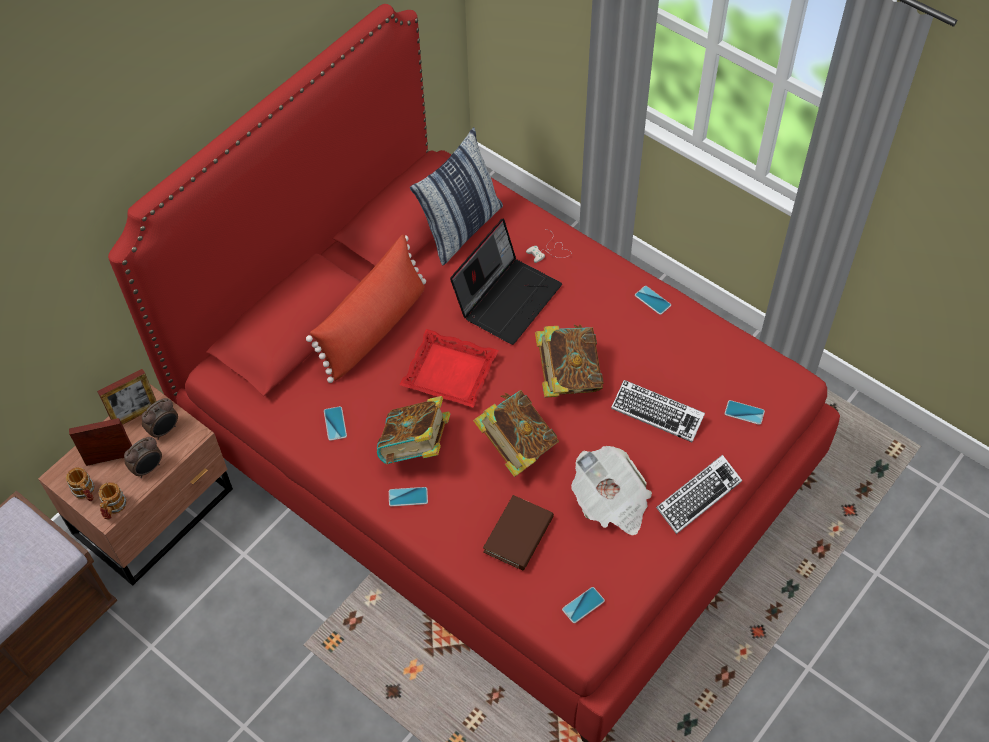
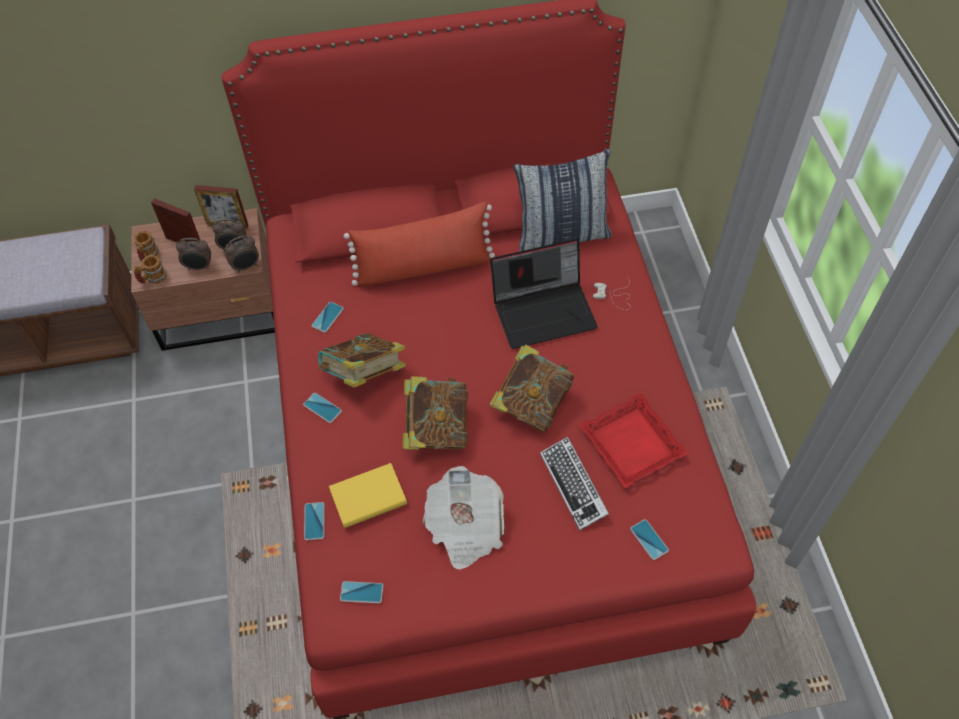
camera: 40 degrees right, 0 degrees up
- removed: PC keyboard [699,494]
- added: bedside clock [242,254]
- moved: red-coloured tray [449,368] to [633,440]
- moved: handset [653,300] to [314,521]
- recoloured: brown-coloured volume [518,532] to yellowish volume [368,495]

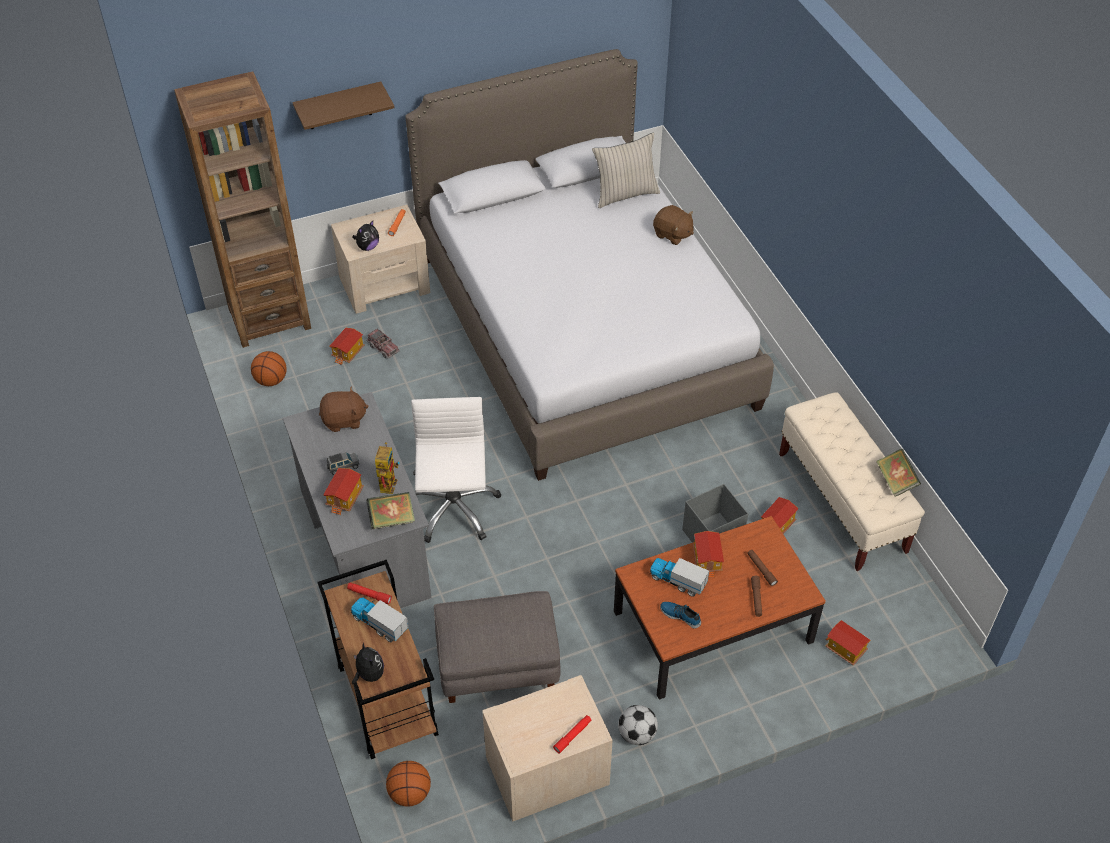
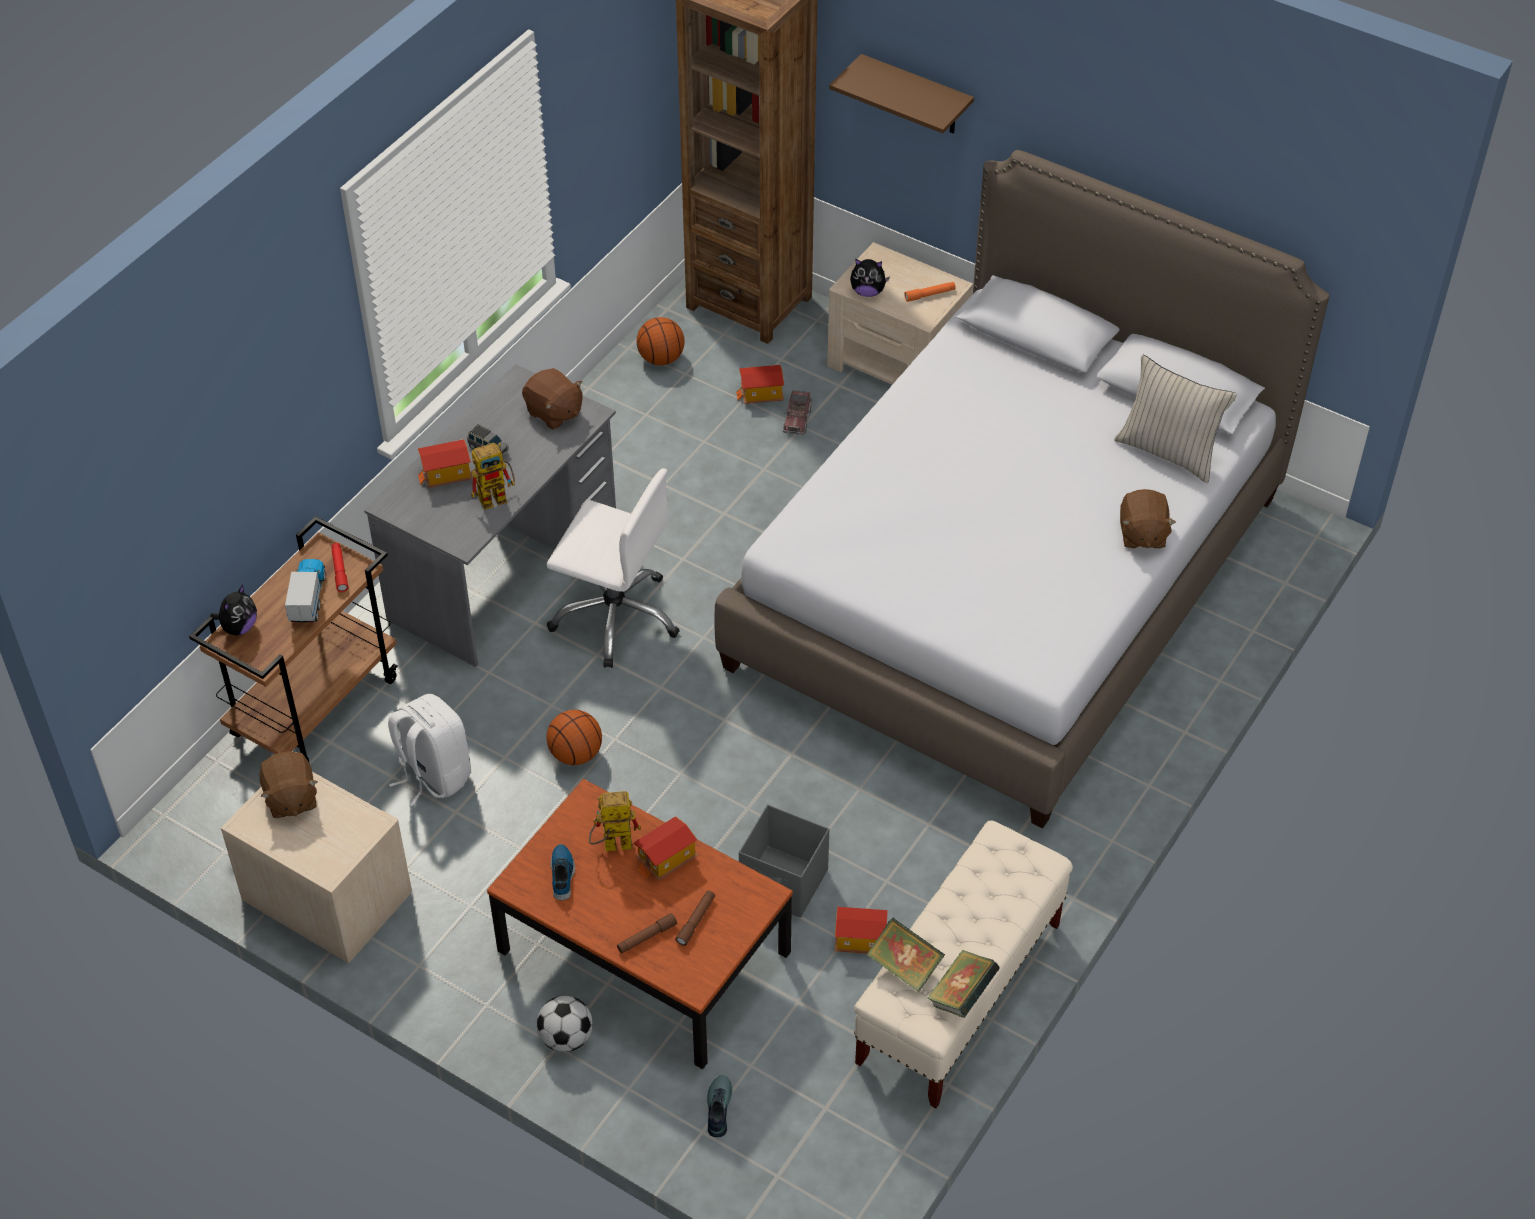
camera: 55 degrees right, 0 degrees up
- removed: red-coloured hand torch [572,734]
- added: brown-coloured cuddly toy [288,784]
- moved: volume [390,510] to [906,955]
- moved: basketball [408,783] to [574,737]
- moved: ball for football [638,725] to [564,1024]
- replaced: grey pouffe [497,647] to whitish backpack [429,750]
- replaced: toy truck [679,577] to model robot [615,821]
- replaced: model house [848,642] to item of footwear [720,1106]
- turned: whitish desk chair [456,470] = [613,568] 60 degrees clockwise

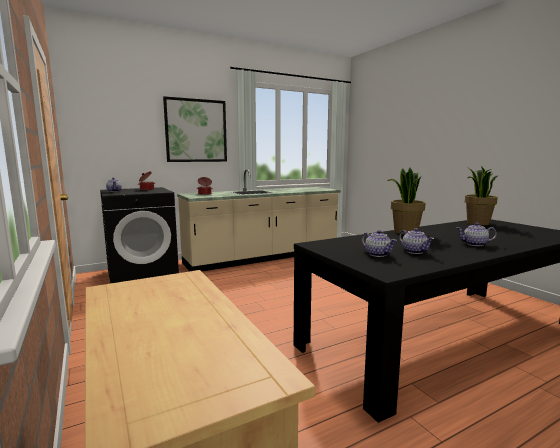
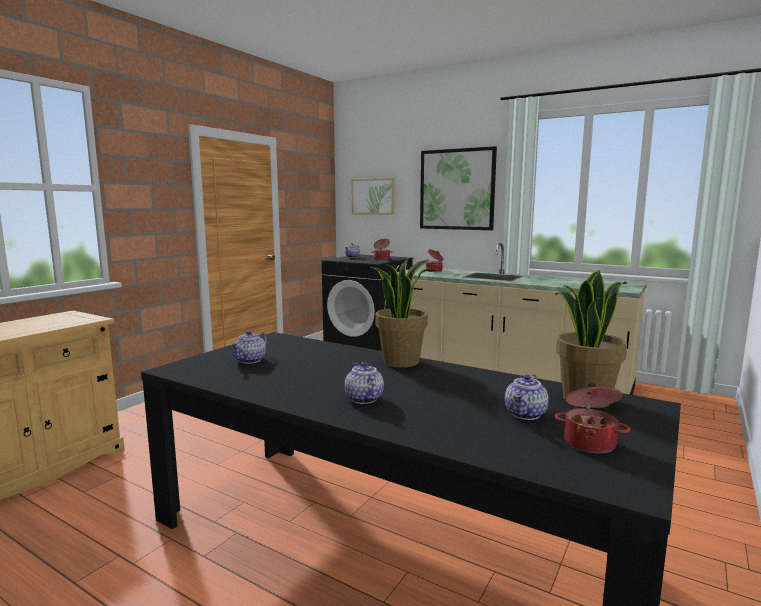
camera: 60 degrees right, 0 degrees up
- added: picture [373,196]
- added: cooking pot [592,418]
- moved: pot for tea [416,241] to [527,397]

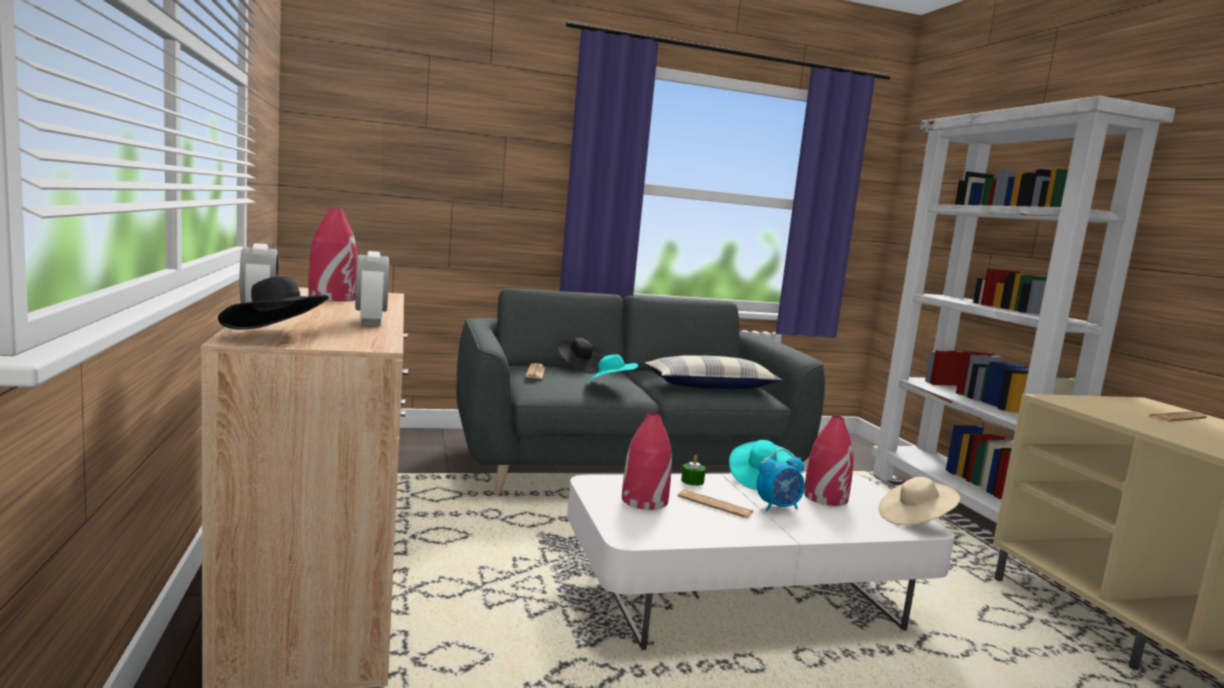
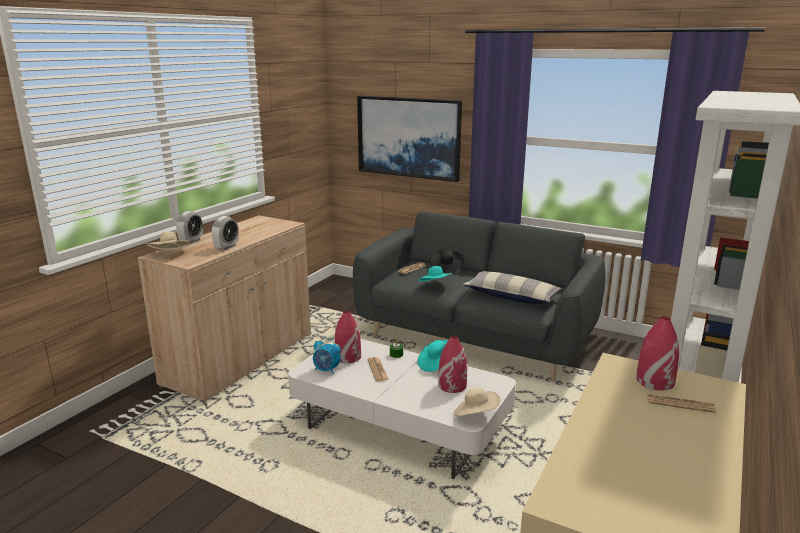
camera: 45 degrees right, 10 degrees up
- added: picture [409,139]
- moved: red-coloured vase [333,254] to [657,353]
- moved: bedside clock [780,480] to [327,356]
- recoloured: blackish hat [273,303] to sand-coloured hat [168,240]

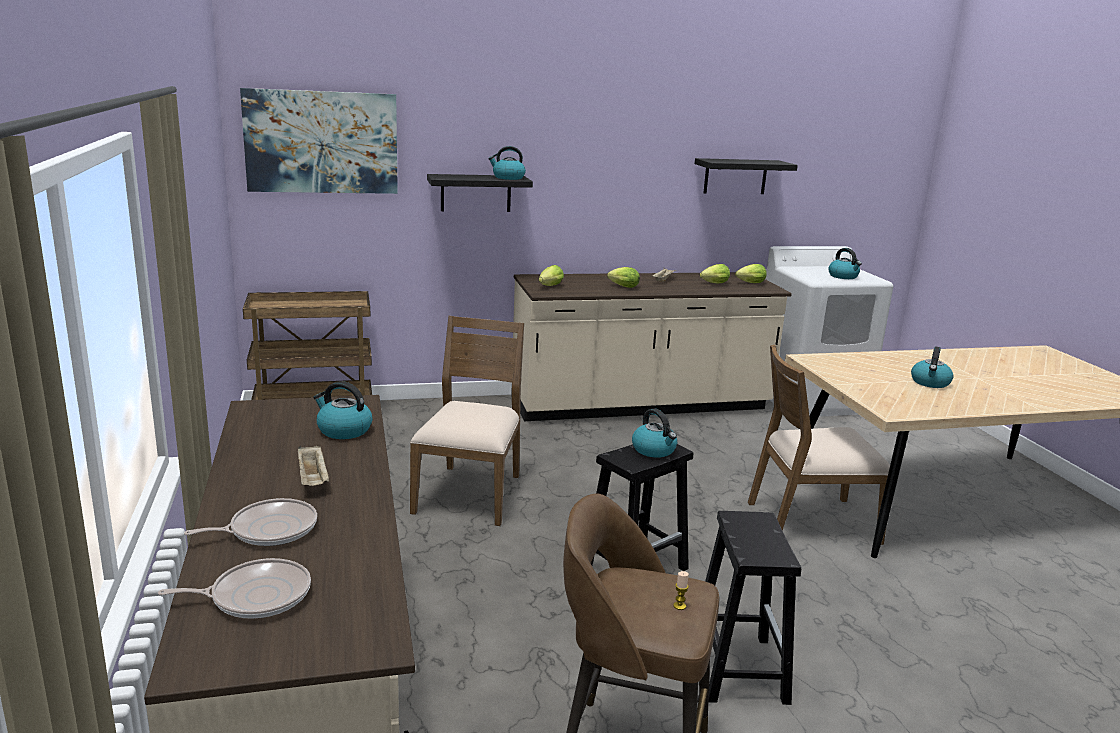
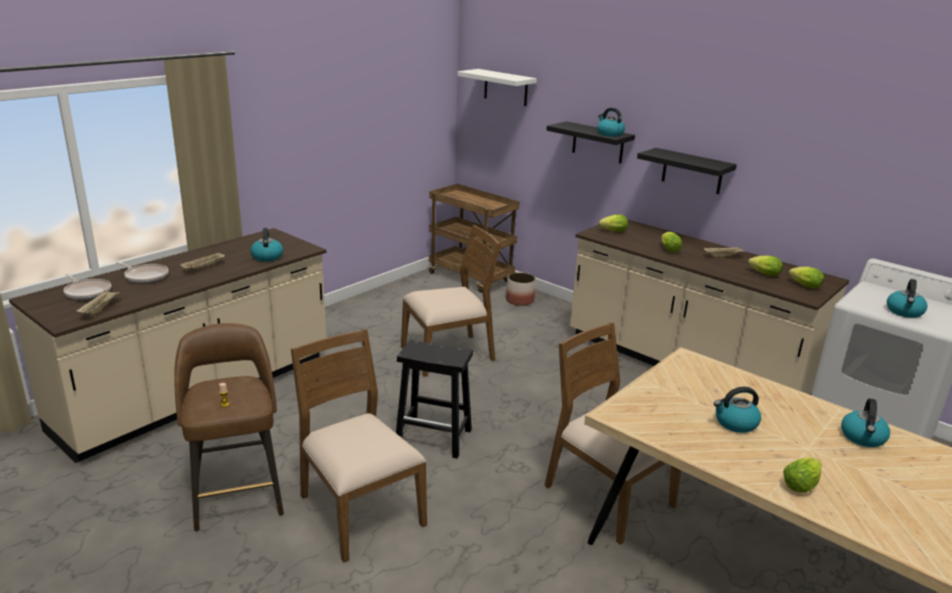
camera: 55 degrees right, 5 degrees up
- added: sand-coloured tray [98,302]
- added: planter [521,289]
- added: lettuce [802,475]
- moved: water kettle [654,433] to [865,422]
- moved: blackish bracket shelf [746,176] to [687,171]
- replaced: picture [319,141] to whitish bracket shelf [497,87]
- replaced: blackish stool seat [753,608] to brown-coloured chair [359,445]

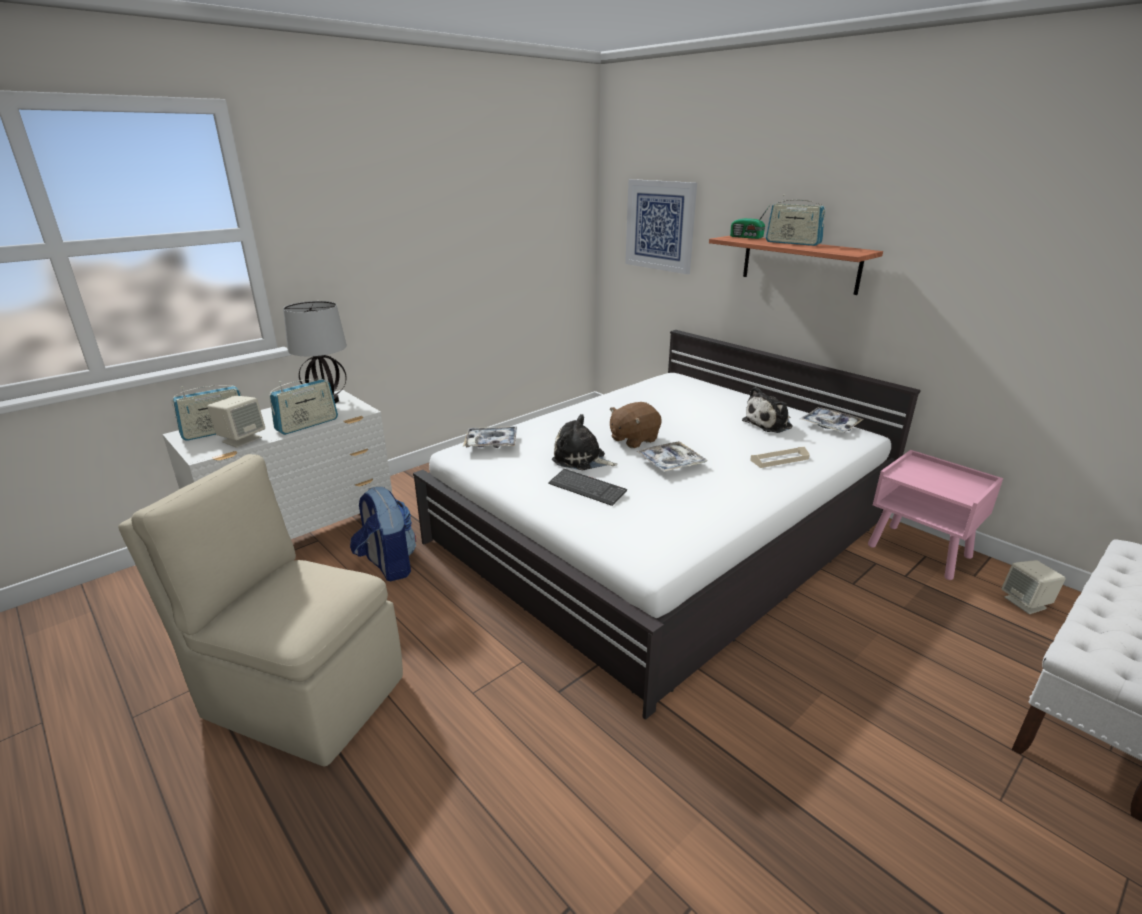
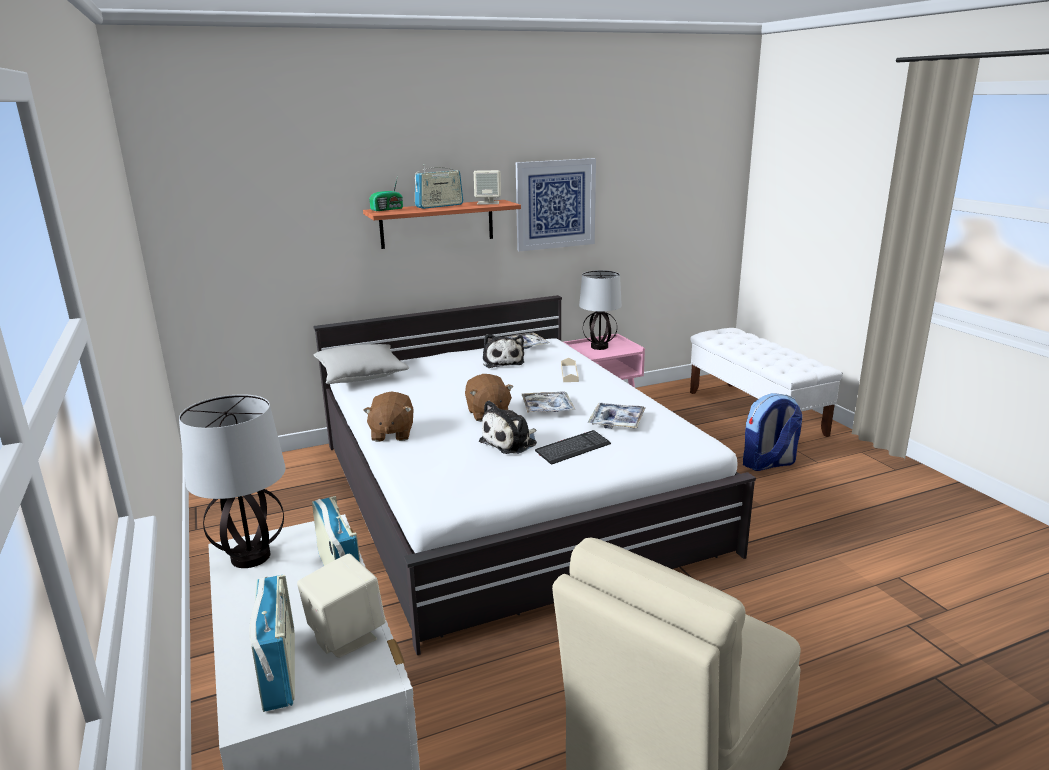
camera: 70 degrees left, 5 degrees down
- added: grey throw pillow [361,364]
- added: brown-coloured cuddly toy [388,416]
- added: table lamp [600,310]
- moved: backpack [383,534] to [772,432]
- moved: tray [490,437] to [617,416]
- moved: picture [661,226] to [556,204]
- moved: sand-coloured audio speaker [1034,587] to [487,187]

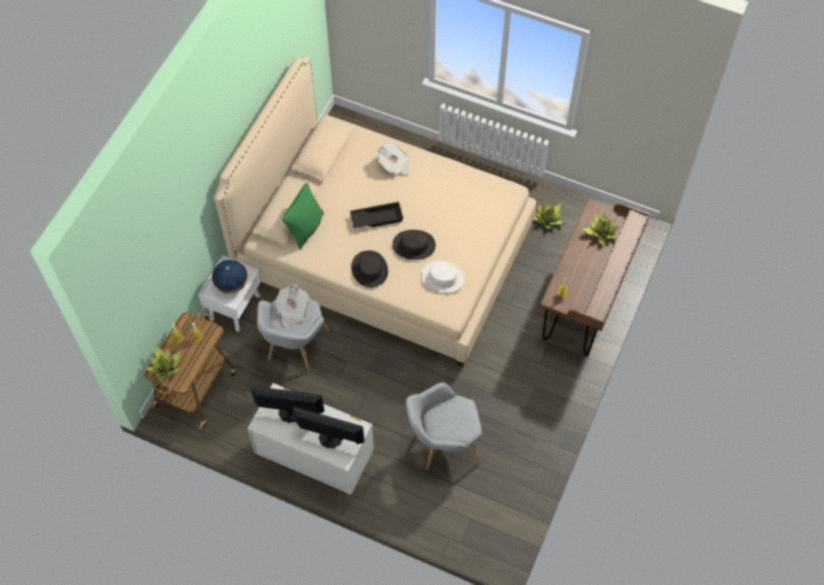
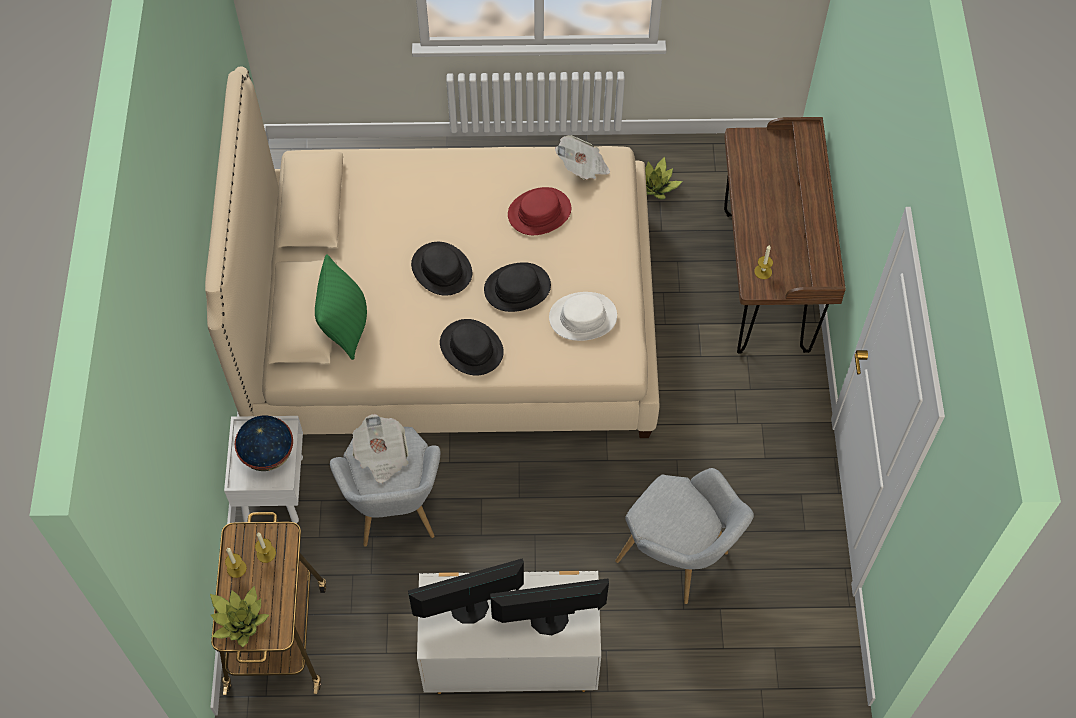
camera: 25 degrees left, 0 degrees up
- removed: houseplant [600,228]
- added: red-coloured hat [539,211]
- moved: printed paper [393,158] to [582,157]
- replaced: blackish tray [376,215] to blackish hat [441,269]
- turned: grey easy chair [444,426] = [684,536] 105 degrees counterclockwise

